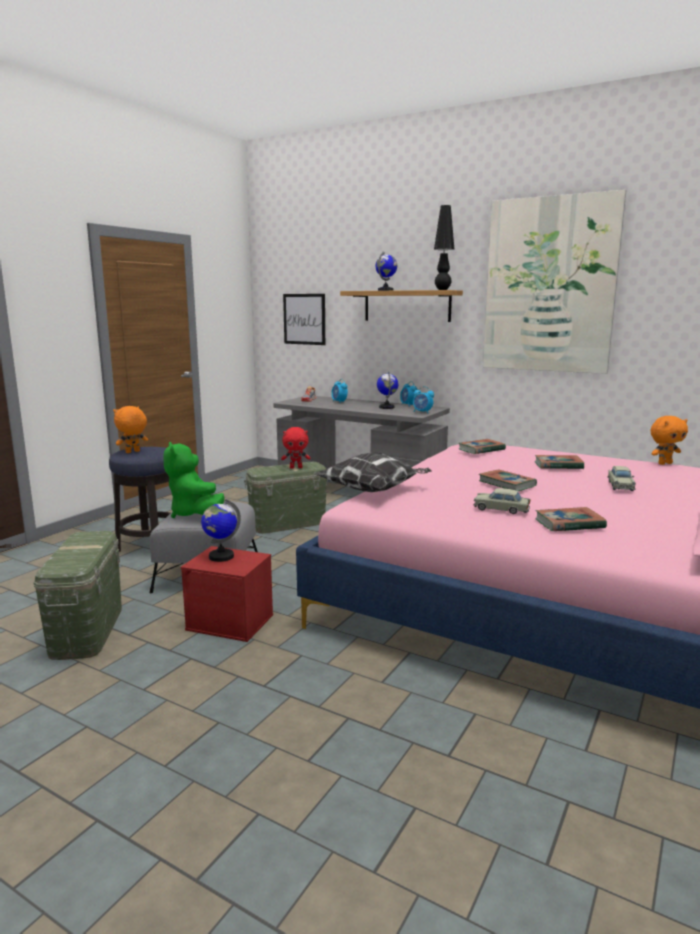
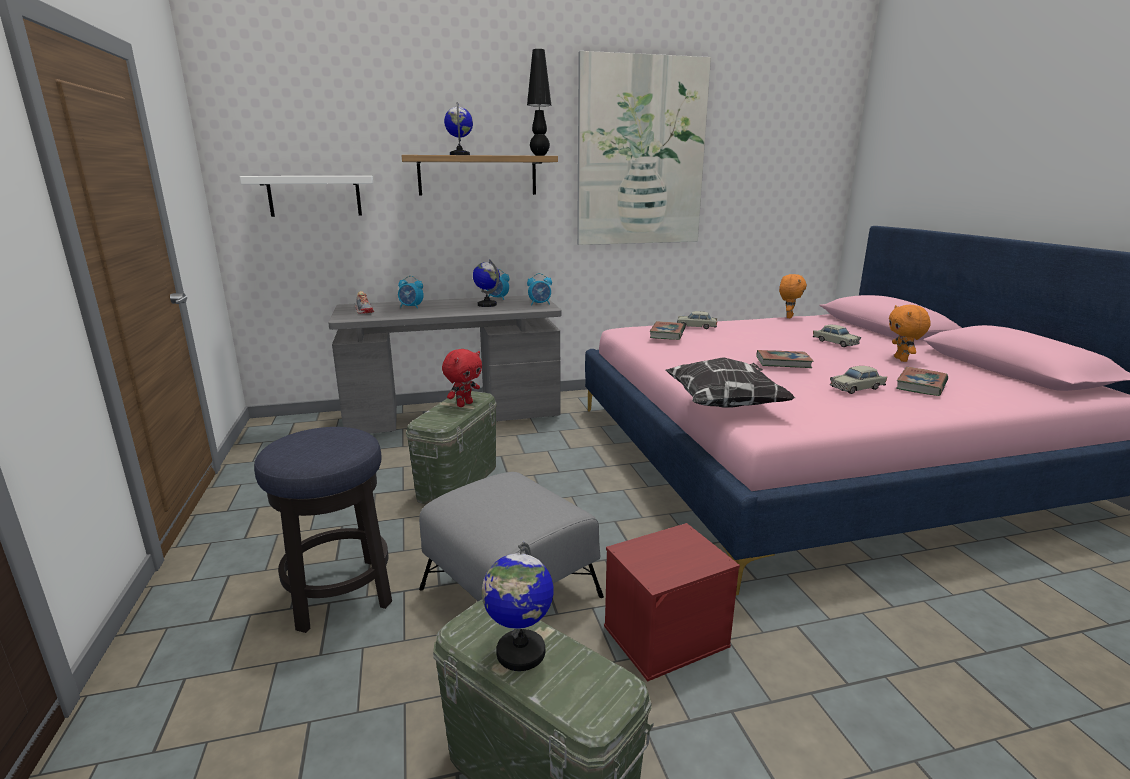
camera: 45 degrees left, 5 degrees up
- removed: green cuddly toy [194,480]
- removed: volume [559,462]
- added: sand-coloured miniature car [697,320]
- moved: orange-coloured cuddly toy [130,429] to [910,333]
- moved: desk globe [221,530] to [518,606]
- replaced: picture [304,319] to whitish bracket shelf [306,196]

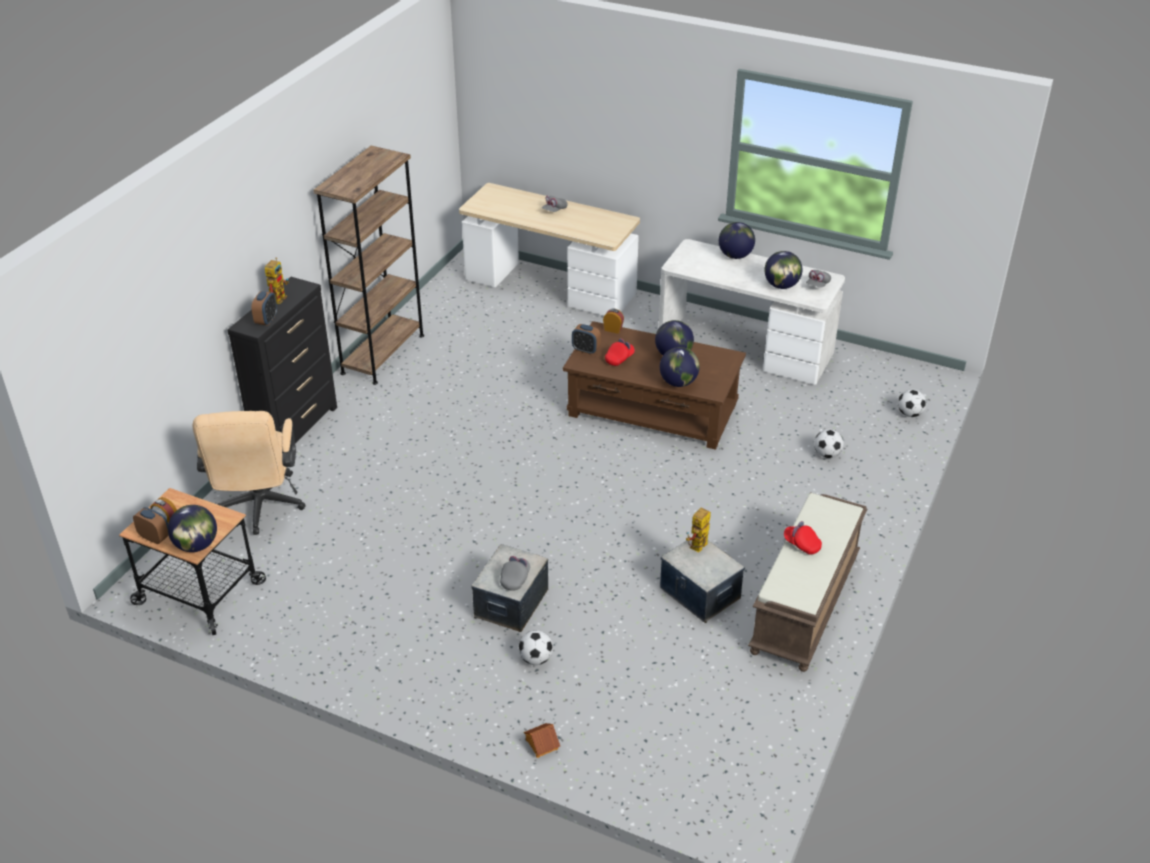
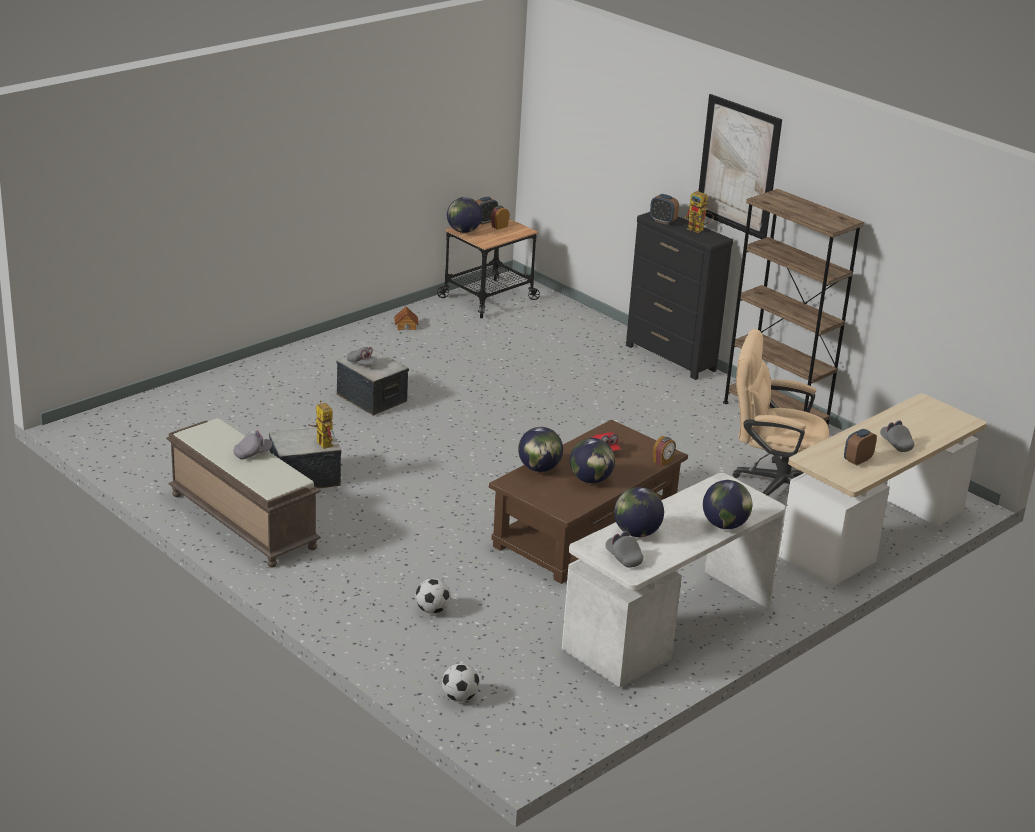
camera: 110 degrees right, 10 degrees down
- removed: ball for football [535,647]
- added: picture [740,166]
- moved: sand-coloured desk chair [249,473] to [781,412]
- moved: model house [542,740] to [406,318]
- moved: bedside clock [586,339] to [860,447]
- recoloured: red-coloured peaked cap [803,537] to grey peaked cap [253,444]

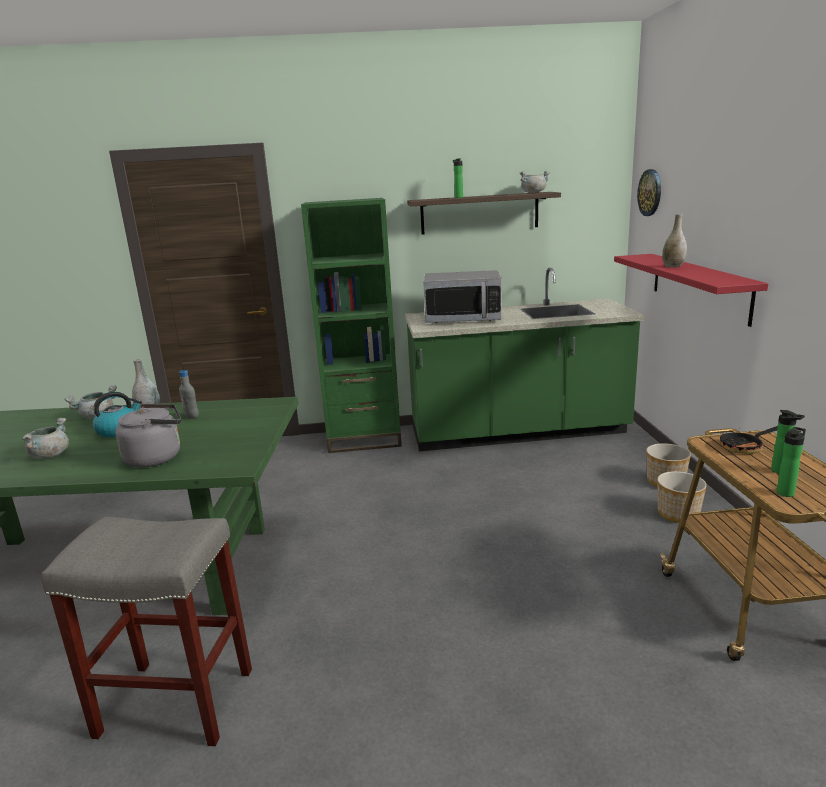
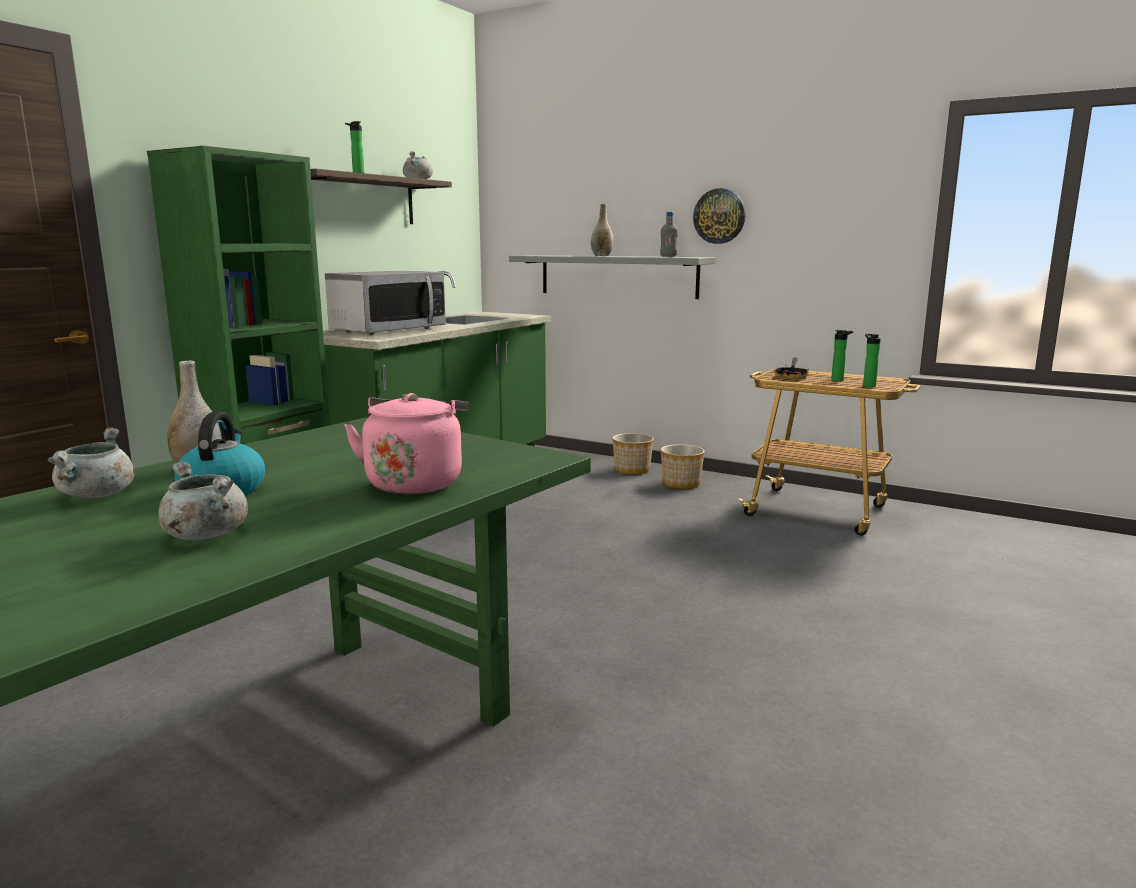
camera: 55 degrees left, 5 degrees down
- removed: grey stool seat [146,631]
- moved: grey beverage bottle [189,394] to [669,234]
- moved: wall clock [649,192] to [719,216]
- recoloured: grey water kettle [148,436] to pink water kettle [406,443]
- recoloured: red-coloured bracket shelf [691,290] to grey bracket shelf [612,277]

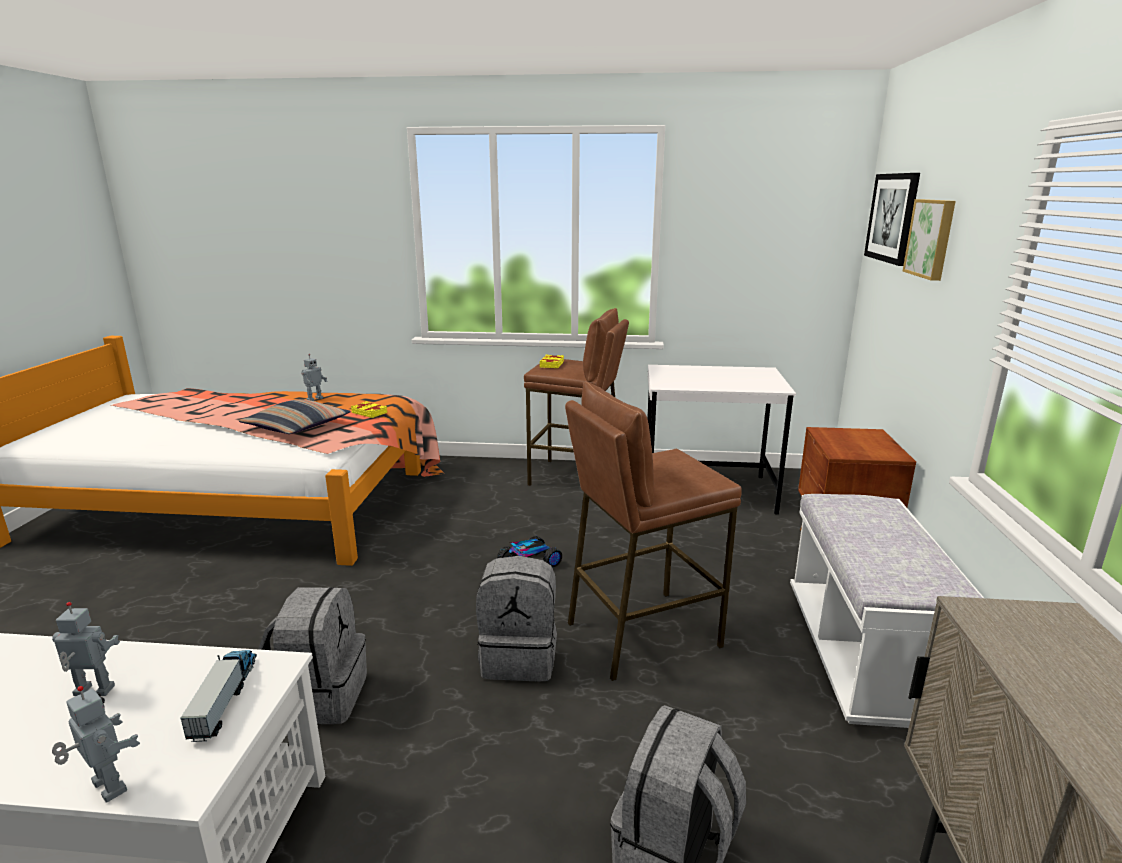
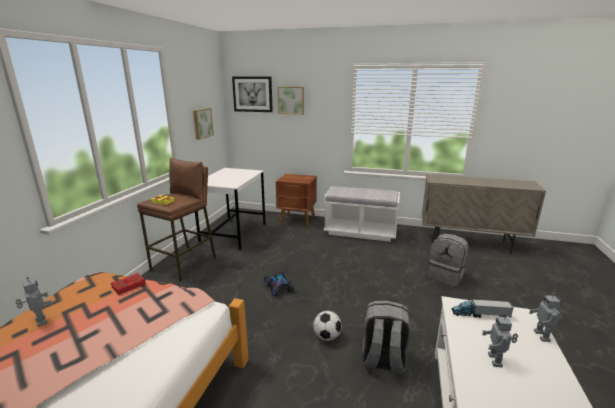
camera: 80 degrees left, 0 degrees up
- removed: throw pillow [295,417]
- removed: grey backpack [516,619]
- removed: brown-coloured stool seat [653,531]
- added: picture [203,124]
- added: ball for football [327,326]
- recoloured: yellowish volume [369,409] to red-coloured volume [128,284]
- turned: model robot [96,744] = [546,317] 45 degrees counterclockwise

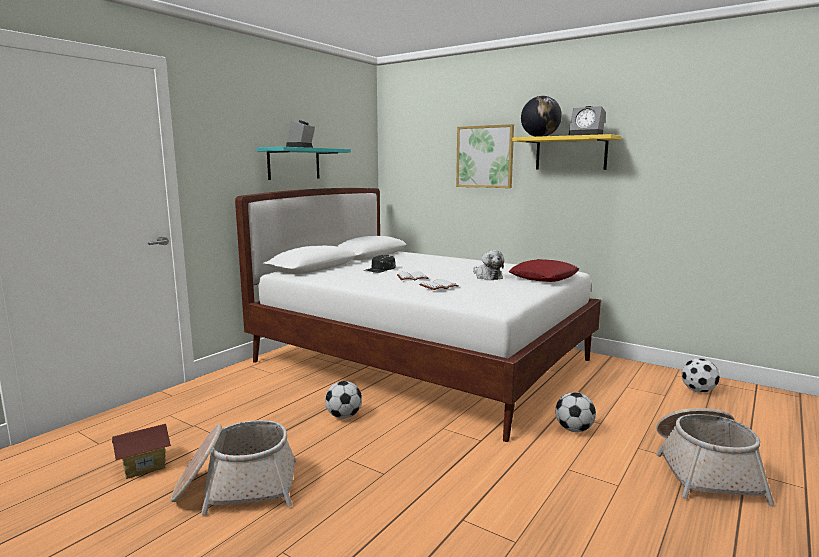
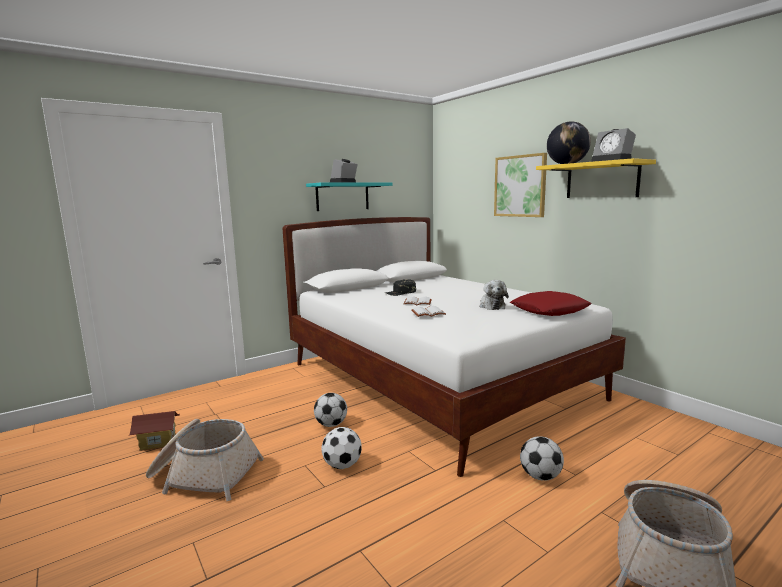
camera: 20 degrees right, 0 degrees up
- moved: ball for football [700,375] to [342,448]

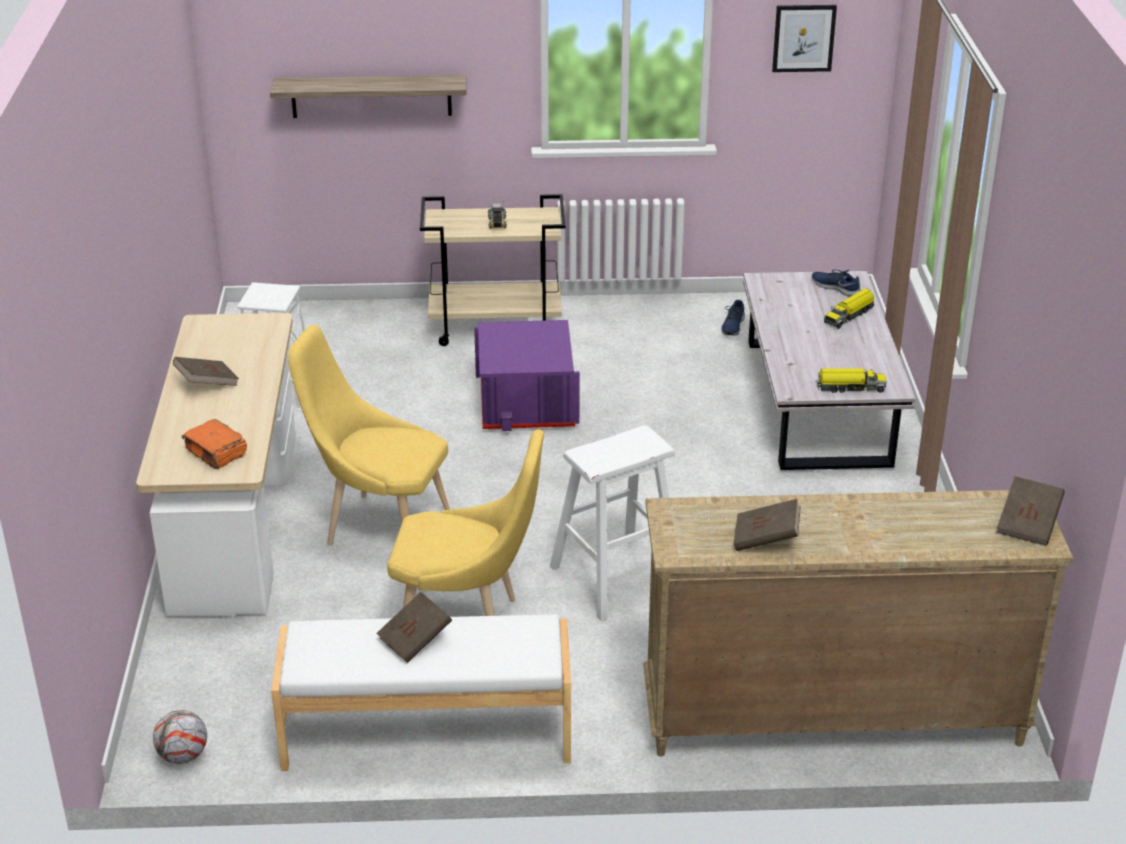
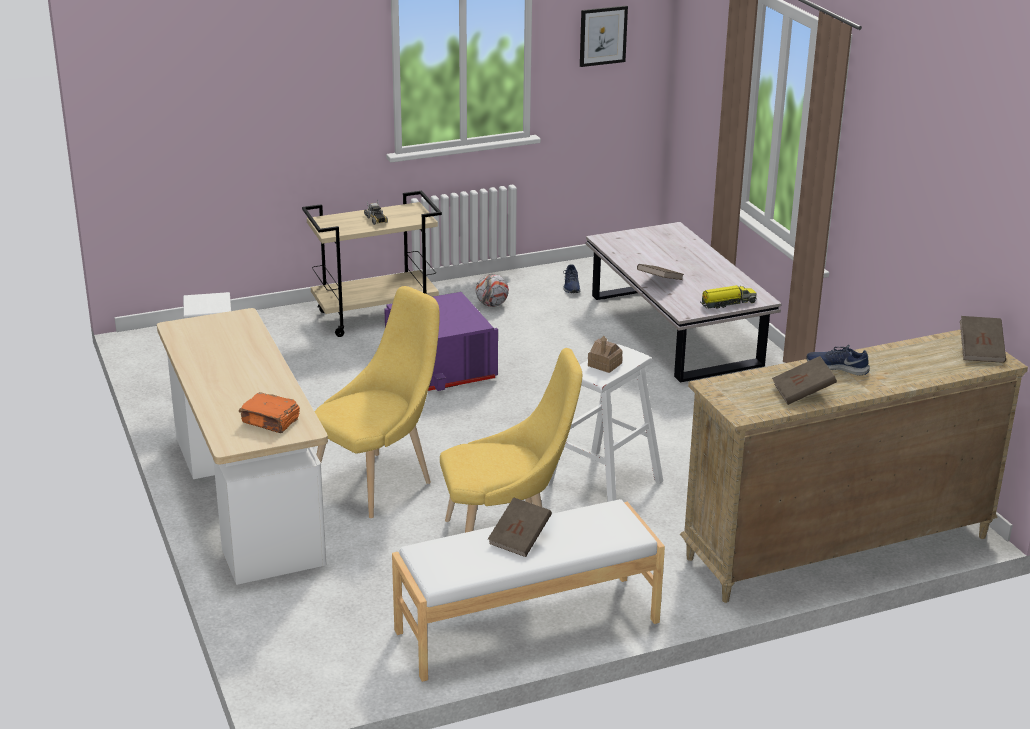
camera: 20 degrees left, 5 degrees down
- removed: bracket shelf [368,96]
- removed: toy truck [849,308]
- added: model house [605,354]
- moved: ball for football [180,737] to [492,290]
- moved: brown-coloured volume [206,371] to [660,272]
- moved: blue-coloured item of footwear [836,283] to [838,360]
- turned: yellowish chair [369,435] = [377,402] 135 degrees clockwise

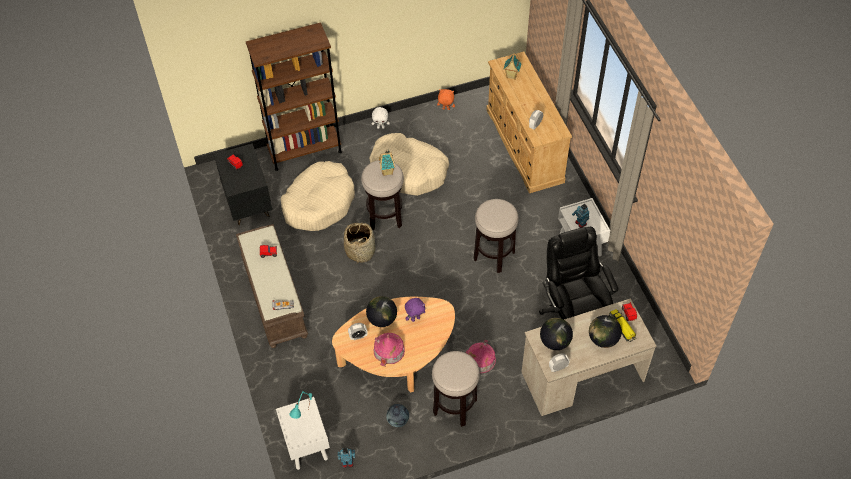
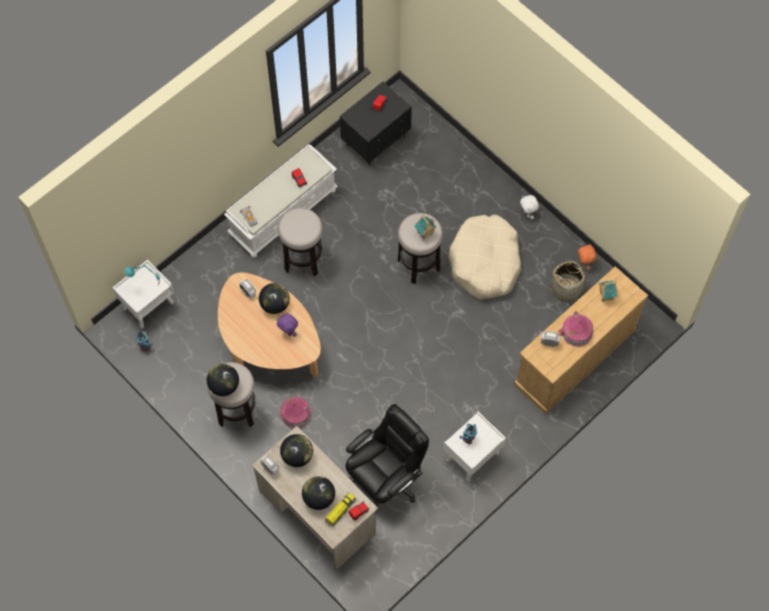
camera: 65 degrees right, 10 degrees up
- removed: brown-coloured bookcase [294,96]
- removed: sand-coloured dog cushion [318,196]
- removed: ball for football [397,415]
- added: desk globe [223,380]
- moved: storage basket [359,243] to [570,281]
- moved: model house [389,350] to [576,329]
- moved: stool seat [496,236] to [300,242]
- recoloured: brown-coloured bench [272,286] to whitish bench [281,200]

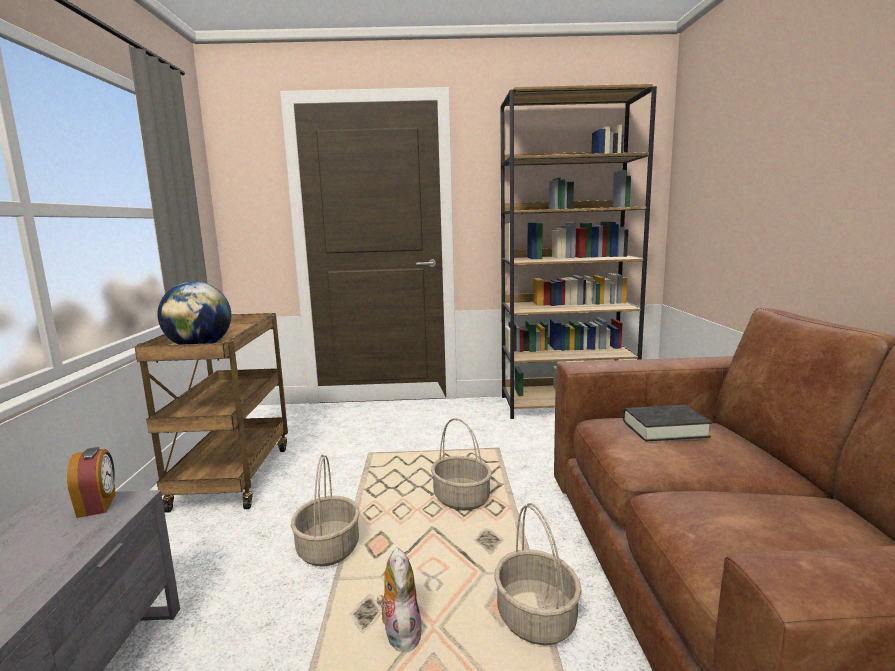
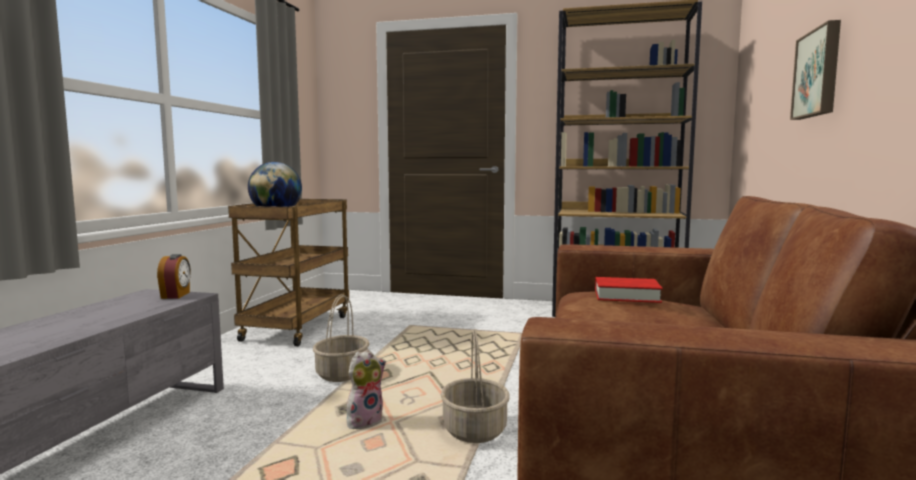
camera: 15 degrees right, 5 degrees down
- removed: storage basket [461,464]
- added: picture [815,70]
- recoloured: blackish volume [667,423] to red-coloured volume [629,290]
- turned: cuddly toy [399,599] = [366,389] 45 degrees clockwise

